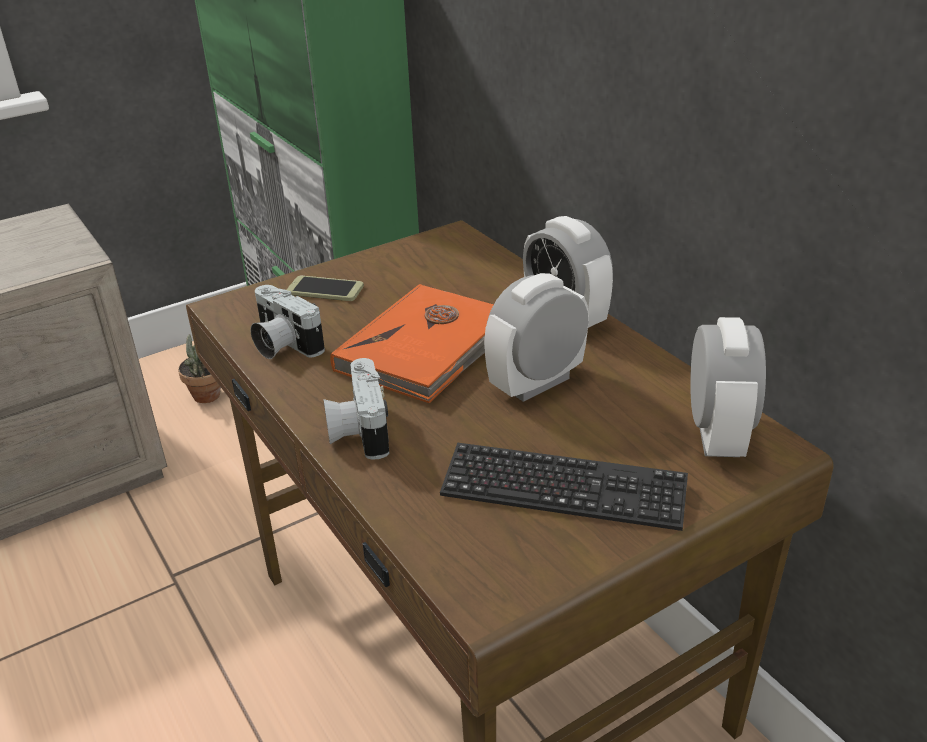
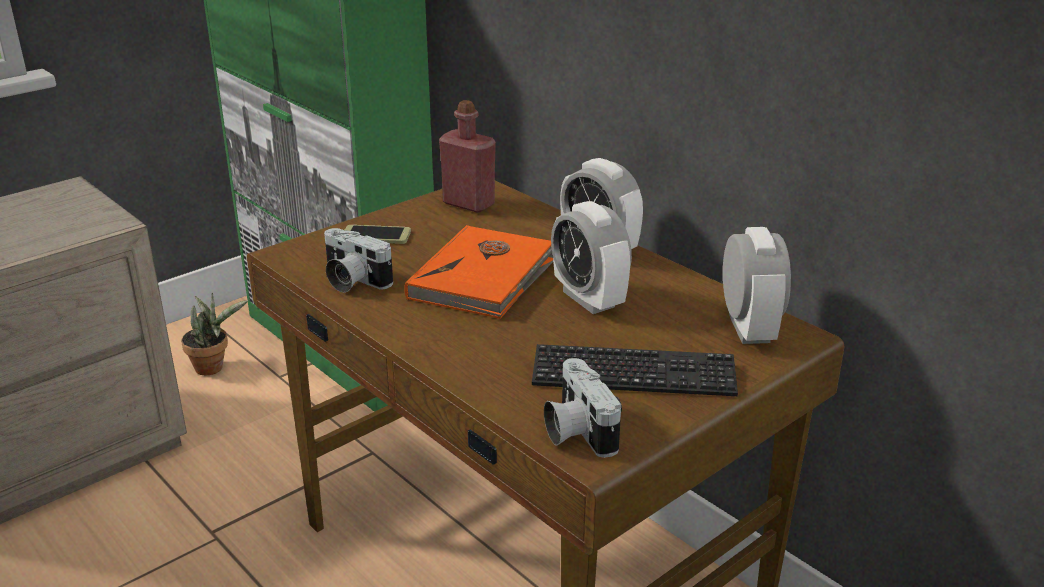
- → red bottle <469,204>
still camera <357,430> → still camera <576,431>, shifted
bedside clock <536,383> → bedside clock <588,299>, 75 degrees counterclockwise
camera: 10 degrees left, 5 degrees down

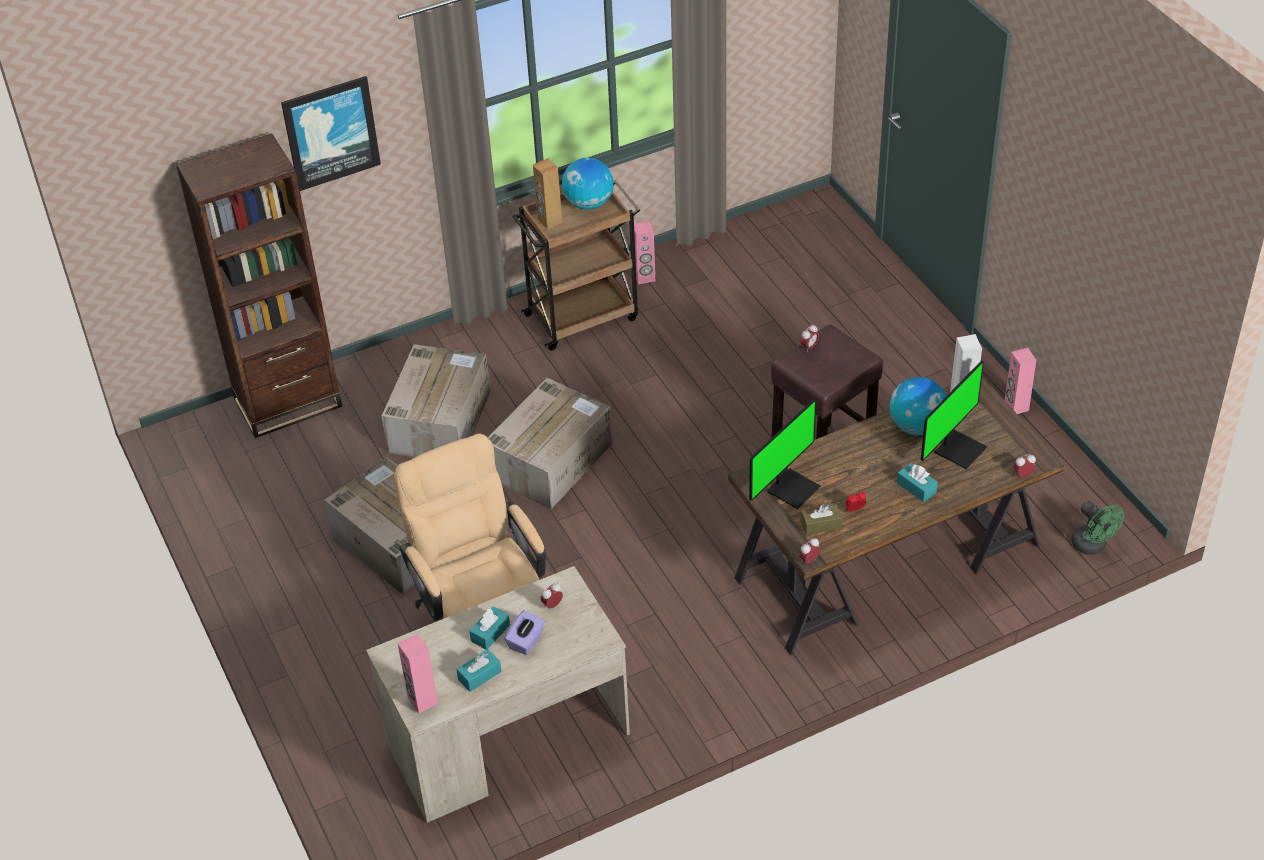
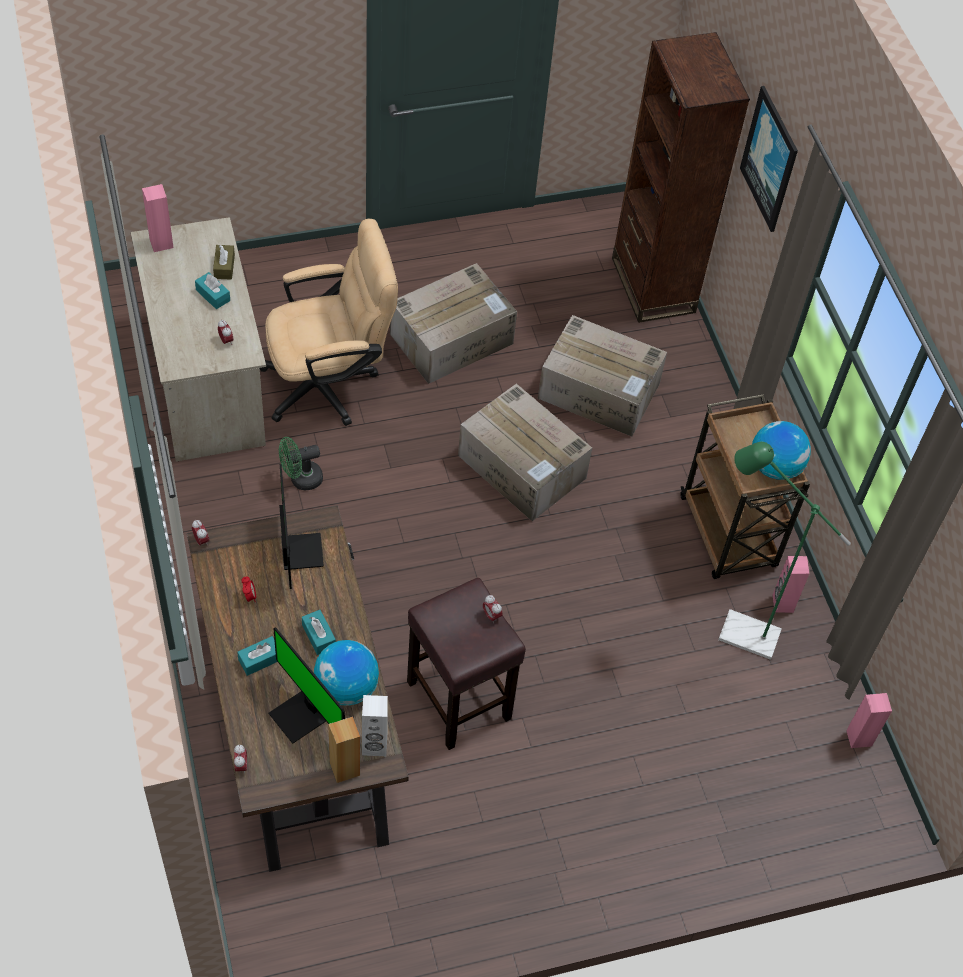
brown-coloured tissue holder <821,524> → brown-coloured tissue holder <224,267>, shifted
green-coloured electric fan <1092,546> → green-coloured electric fan <301,479>, shifted
monitor <791,488> → monitor <299,551>, 150 degrees counterclockwise
blue-green tissue holder <479,675> → blue-green tissue holder <318,636>, shifted
brown-coloured speaker <549,221> → brown-coloured speaker <344,769>, shifted
- → green-coloured floor lamp <738,631>
pink-coloured speaker <1016,406> → pink-coloured speaker <858,738>, shifted
purple-coloured tissue holder <526,641> → -
camera: 95 degrees right, 10 degrees up

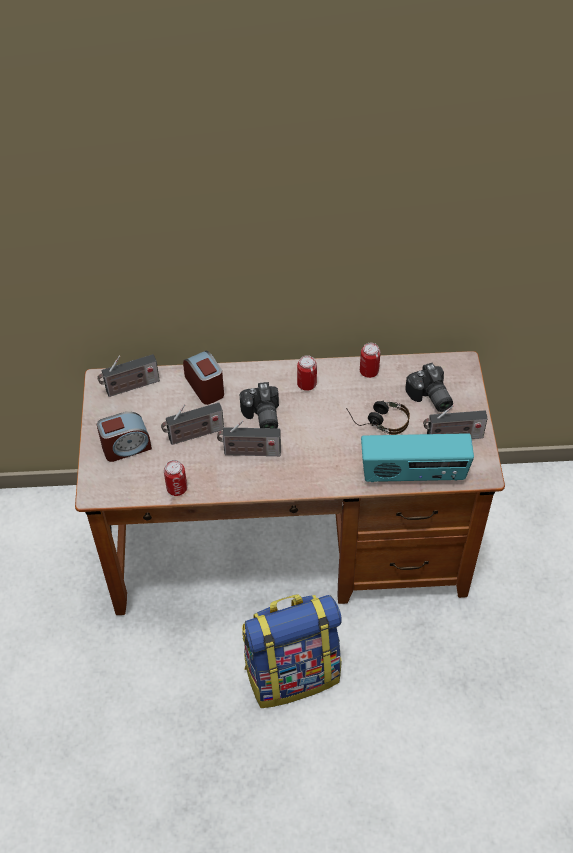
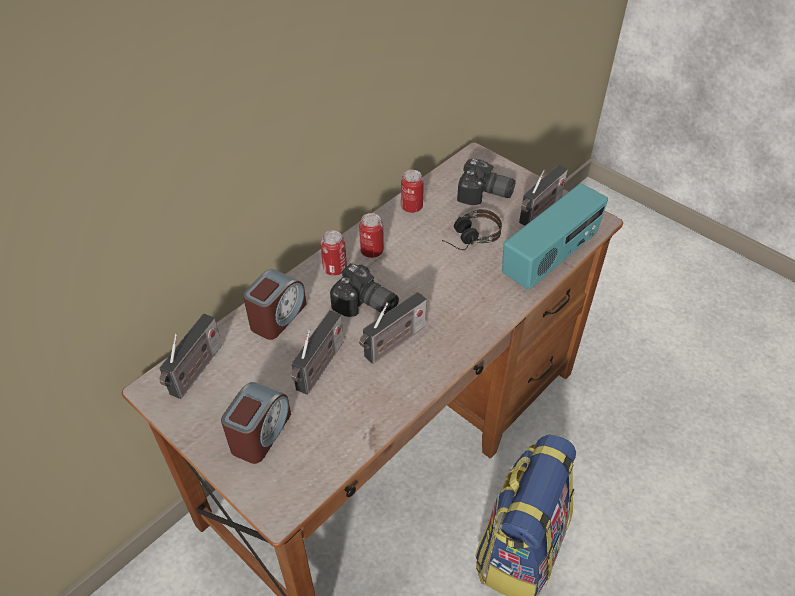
bedside clock <205,386> → bedside clock <277,317>, 105 degrees clockwise
can <177,488> → can <335,268>, shifted
camera: 45 degrees left, 5 degrees down

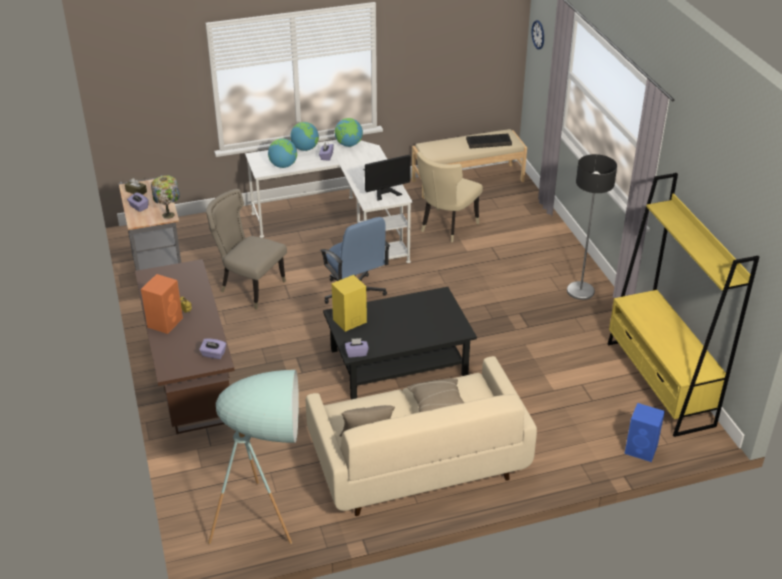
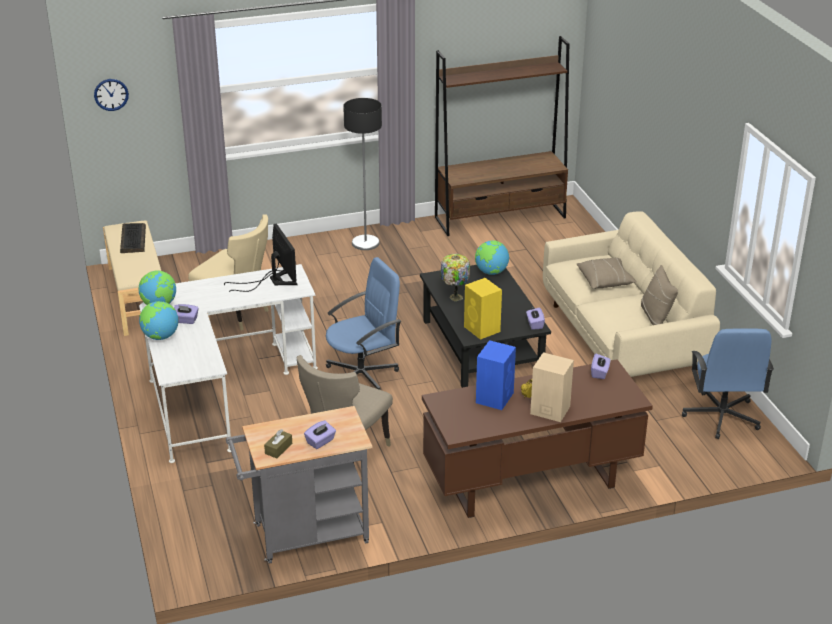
yellow bookshelf <659,384> → brown-coloured bookshelf <500,217>
table lamp <169,214> → table lamp <455,297>, shifted
desk globe <283,165> → desk globe <491,272>, shifted
bluish speaker <641,450> → bluish speaker <495,397>, shifted
orange speaker <165,322> → sand-coloured speaker <549,410>
blue-green floor lamp <270,523> → bluish office chair <721,417>
camera: 90 degrees left, 5 degrees down

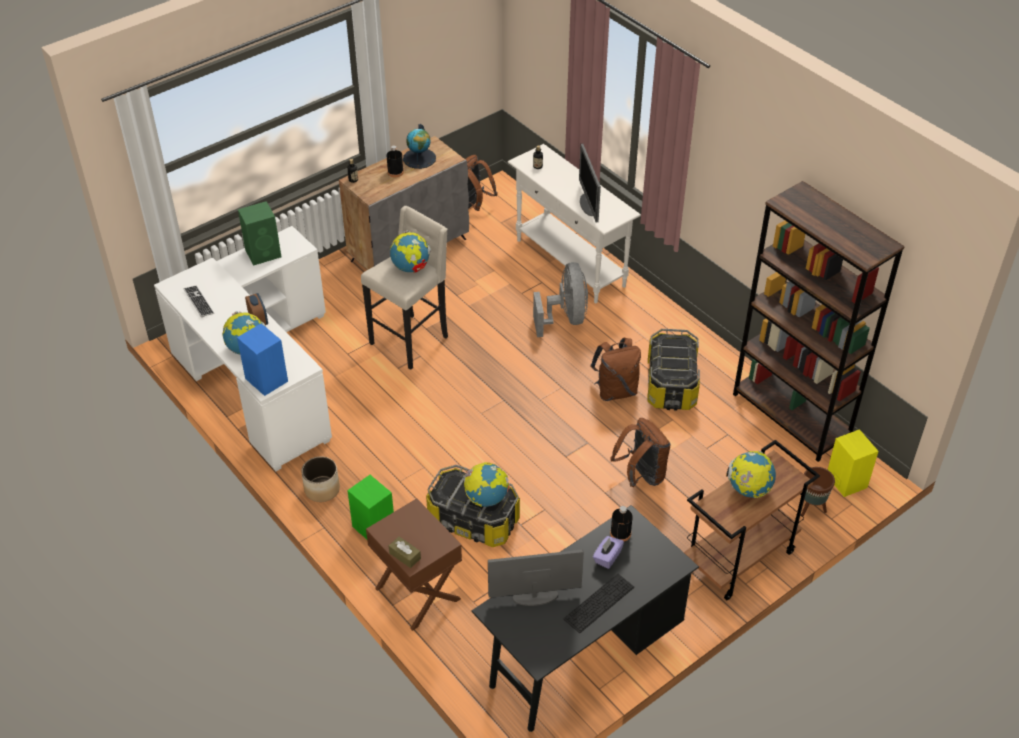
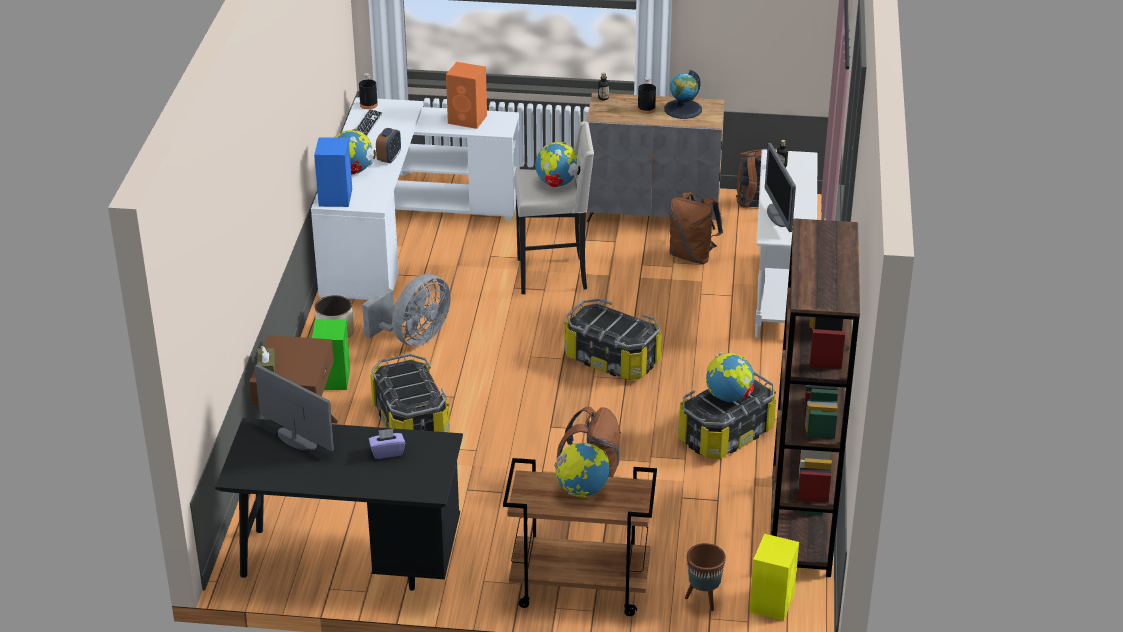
blackish bottle <620,533> → blackish bottle <368,104>, shifted
grey electric fan <565,318> → grey electric fan <413,338>, shifted
green-coloured speaker <264,253> → orange speaker <468,119>
- → storage box <612,360>
brown-coloured knapsack <615,391> → brown-coloured knapsack <692,255>, shifted
desk globe <486,498> → desk globe <729,397>, shifted
monitor <588,205> → monitor <778,216>, 45 degrees counterclockwise
computer keyboard <599,603> → -
camera: 45 degrees right, 10 degrees down

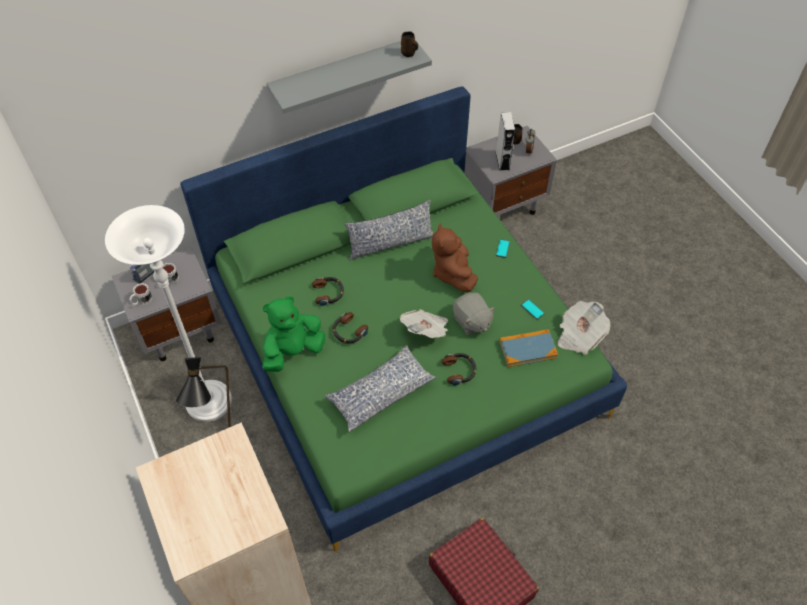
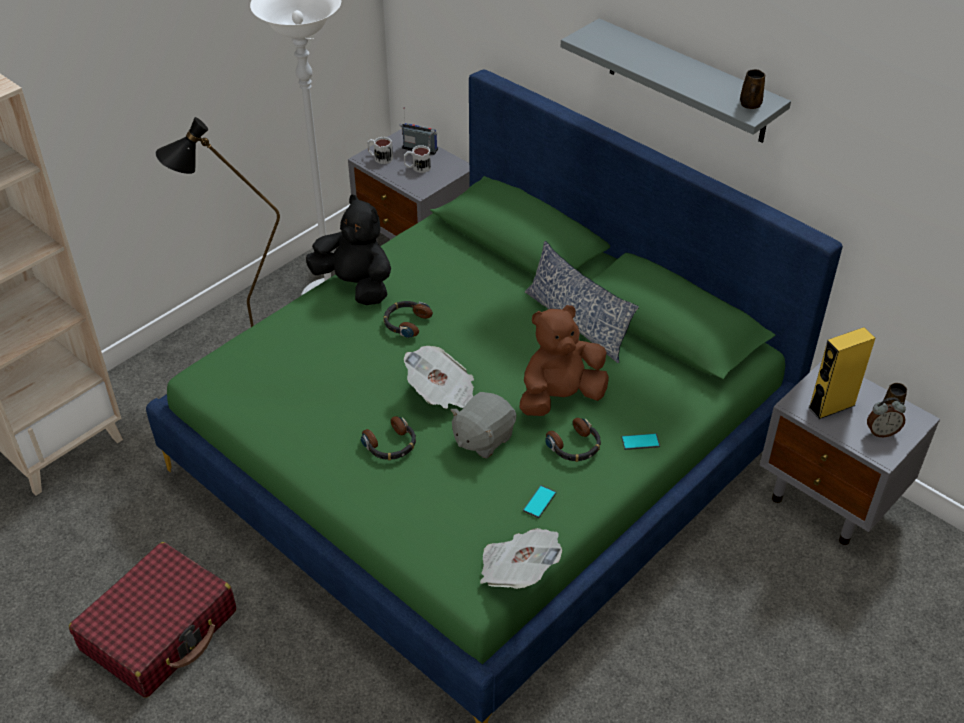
green-coloured cuddly toy <293,351> → blackish cuddly toy <355,285>
headphones <329,293> → headphones <575,446>, shifted
grey speaker <502,161> → yellow speaker <831,406>
cushion <379,393> → -
bound book <527,349> → -
camera: 70 degrees right, 10 degrees down

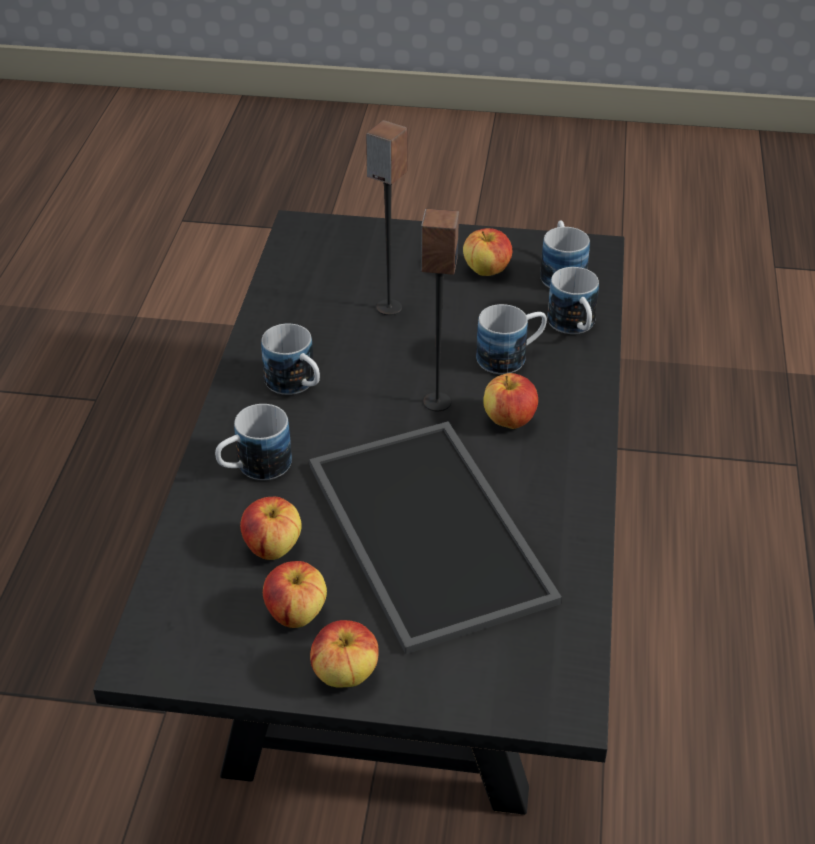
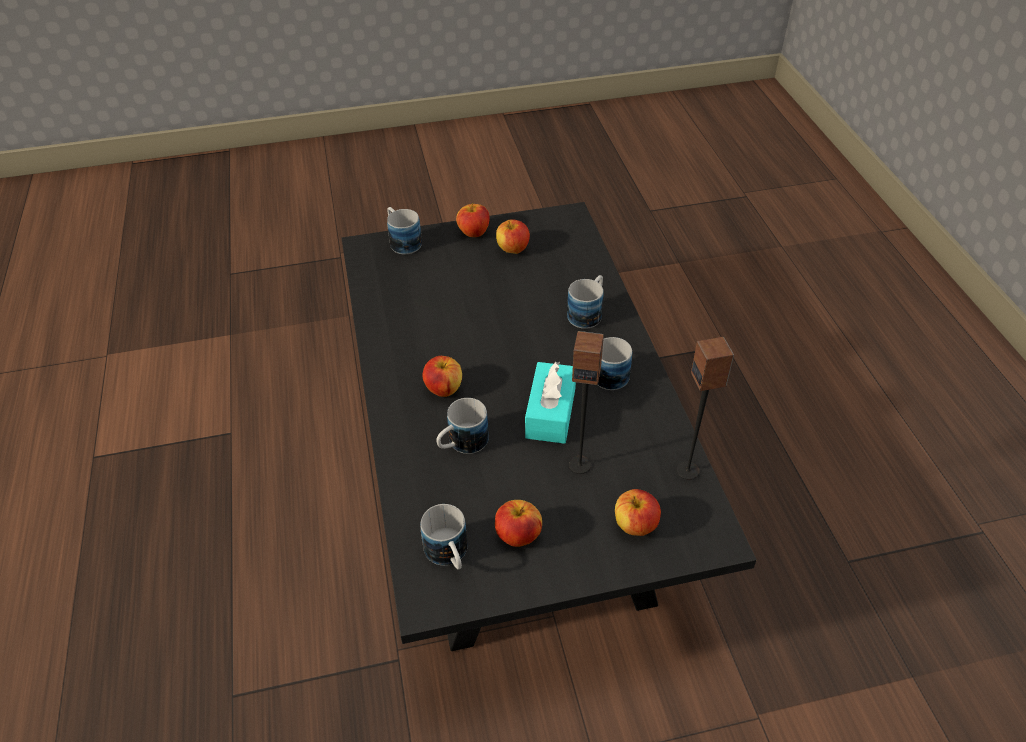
mug <574,327> → mug <402,241>, shifted
- → blue-green tissue holder <550,412>
apple fruit <272,548> → apple fruit <635,525>, shifted
speaker <436,402> → speaker <688,470>, shifted
tray <423,530> → -
camera: 160 degrees right, 5 degrees up

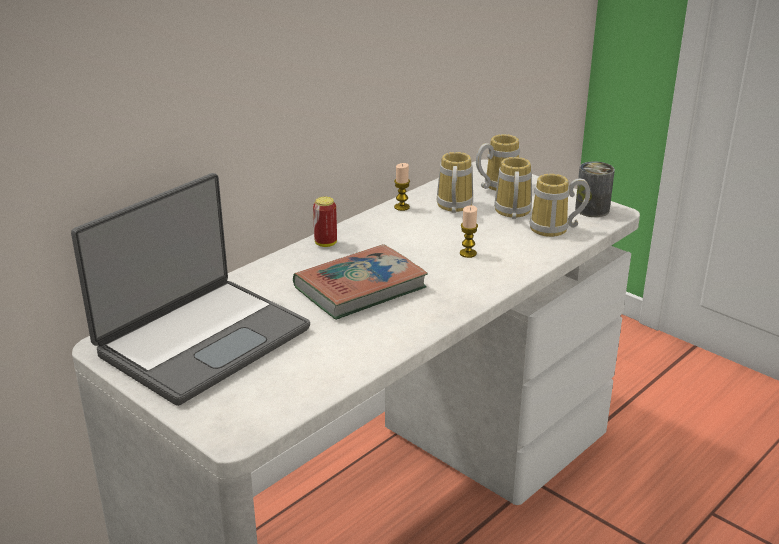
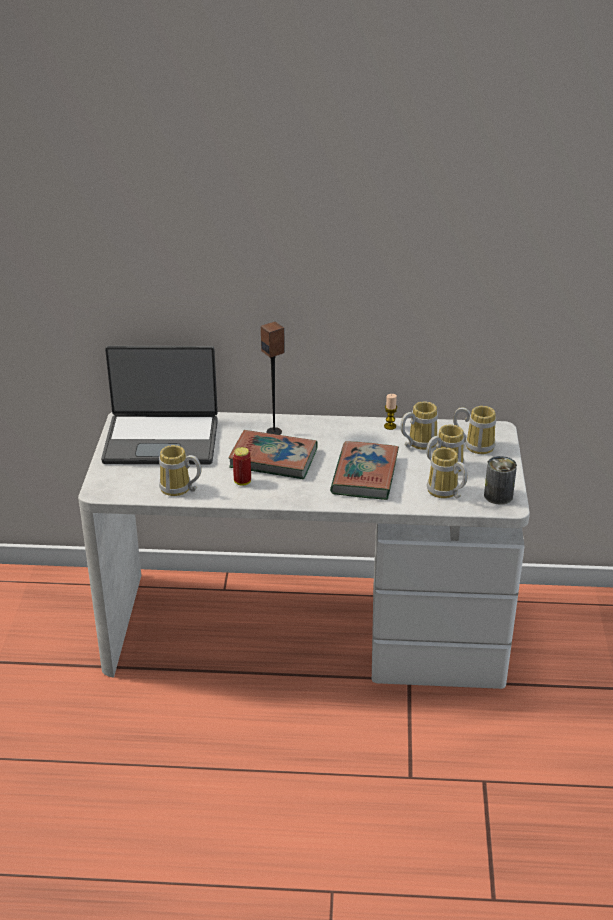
- → mug <178,490>
can <326,243> → can <242,482>, shifted
- → speaker <274,432>
wax candle <468,253> → bound book <365,475>
camera: 50 degrees right, 5 degrees up

